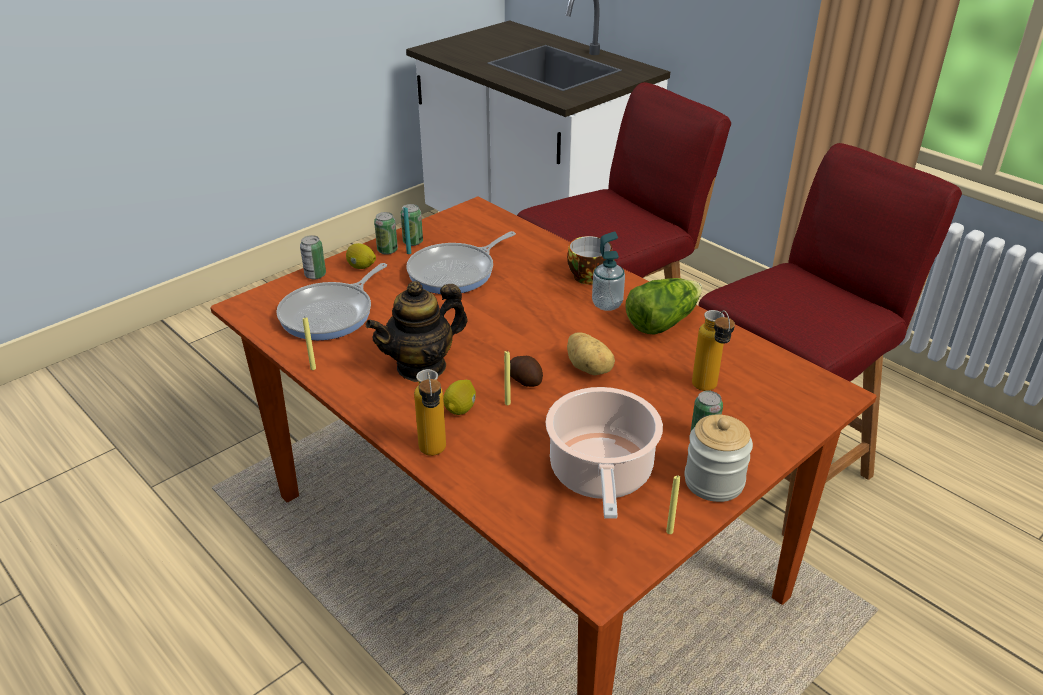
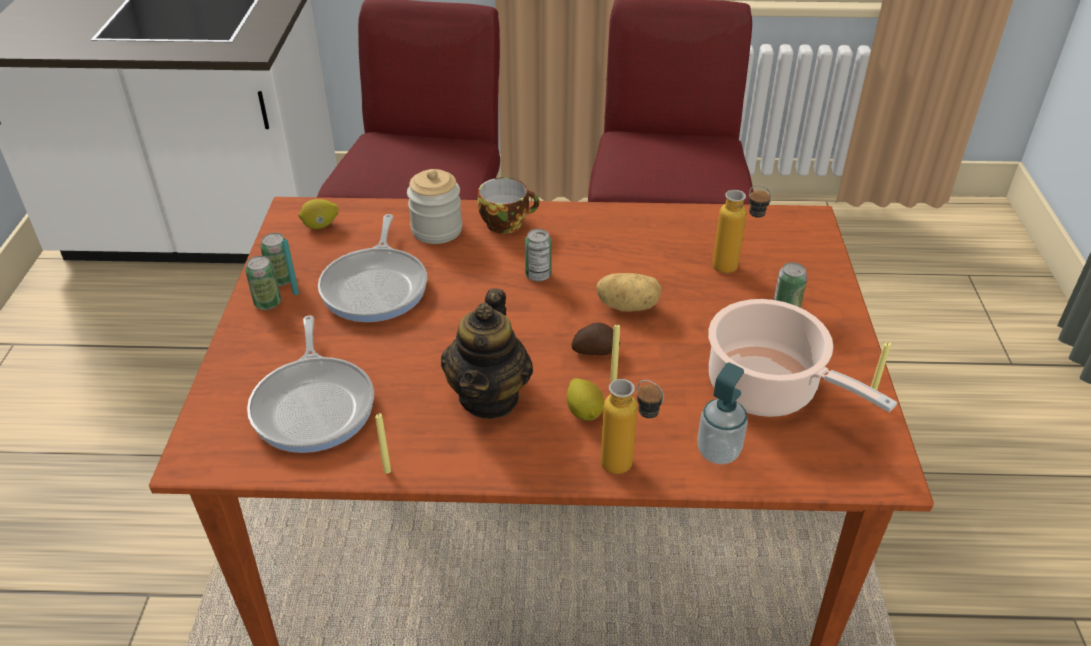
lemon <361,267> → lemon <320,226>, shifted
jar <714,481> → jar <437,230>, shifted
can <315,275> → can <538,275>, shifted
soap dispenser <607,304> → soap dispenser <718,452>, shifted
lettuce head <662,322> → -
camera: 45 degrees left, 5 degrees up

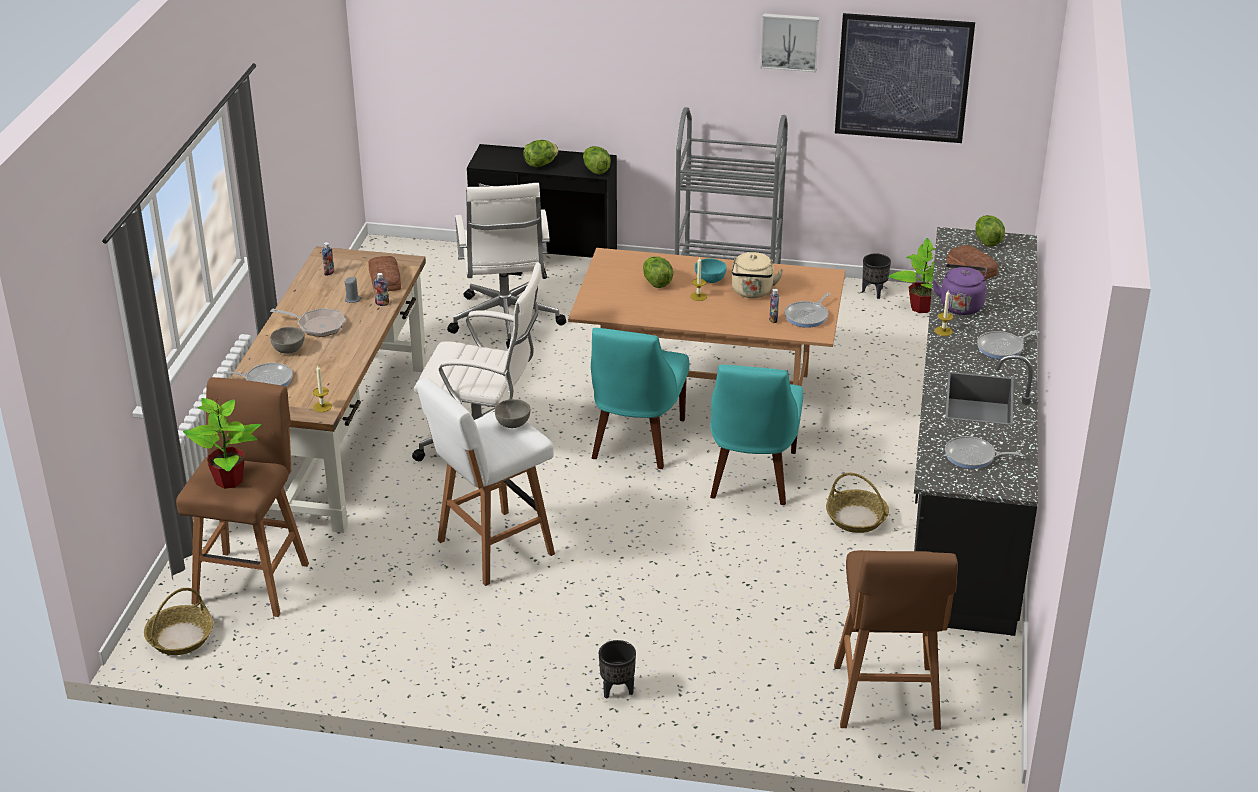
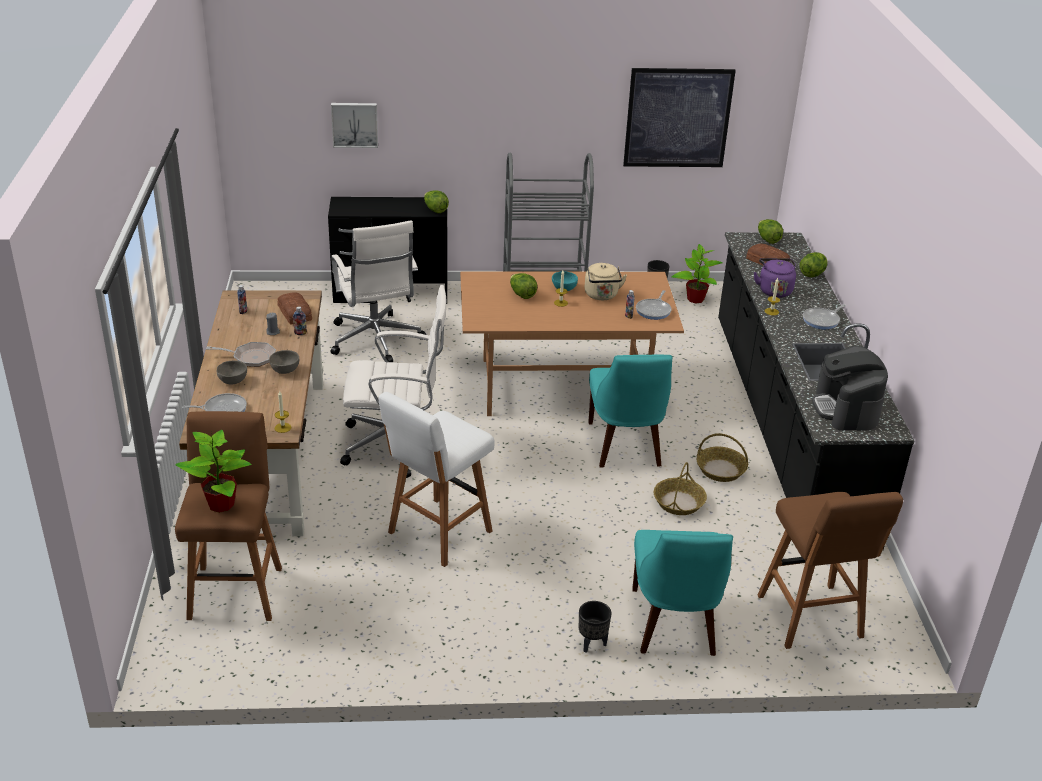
grey bowl <512,424> → grey bowl <284,370>, shifted
wall art <790,41> → wall art <354,124>, shifted
blue-green plain chair <636,442> → blue-green plain chair <674,625>, shifted
household basket <180,637> → household basket <678,502>, shifted
lettuce head <540,164> → lettuce head <812,274>, shifted
pan <973,456> → coffee maker <846,409>
camera: 15 degrees left, 0 degrees up

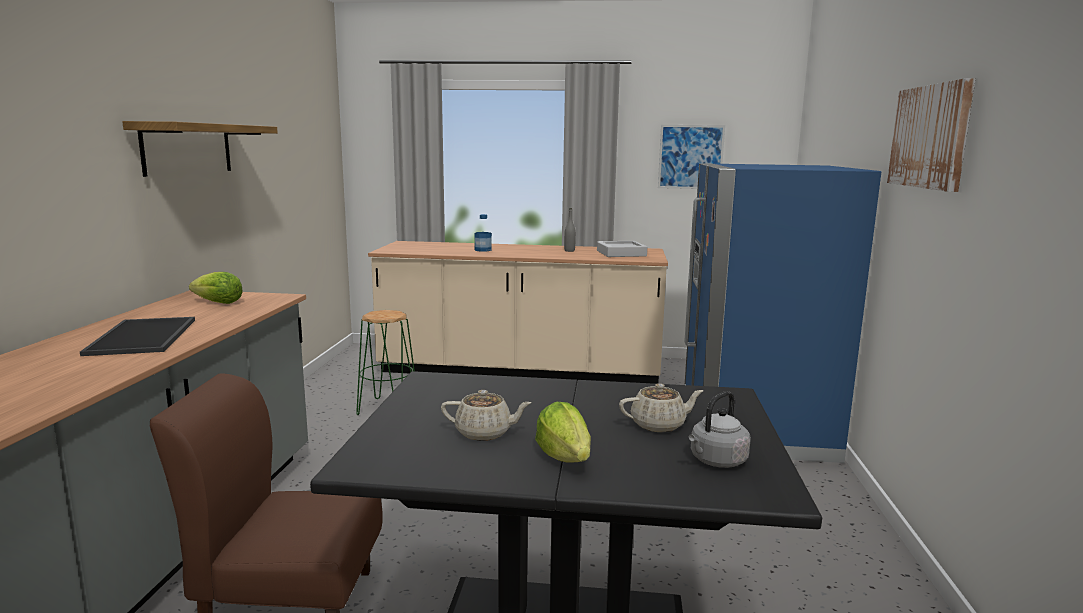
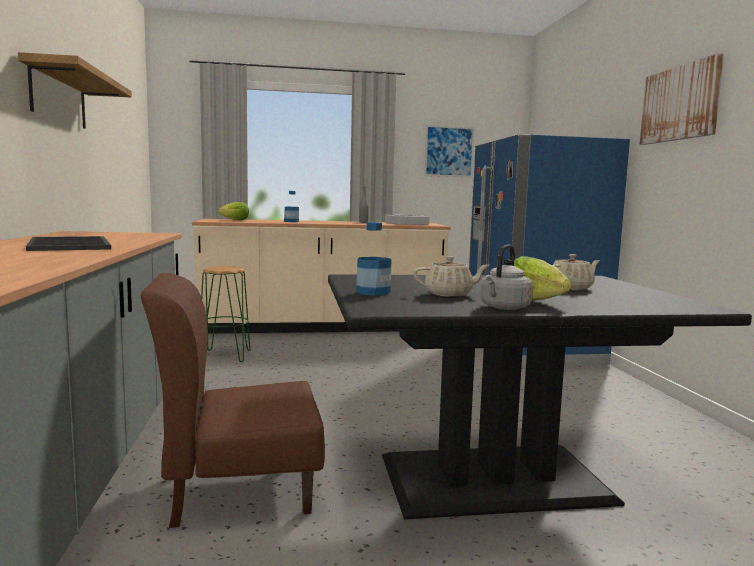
lettuce head <218,303> → lettuce head <235,220>, shifted
- → bottle <373,292>
grey tea kettle <716,461> → grey tea kettle <504,308>, shifted
camera: 15 degrees left, 5 degrees down

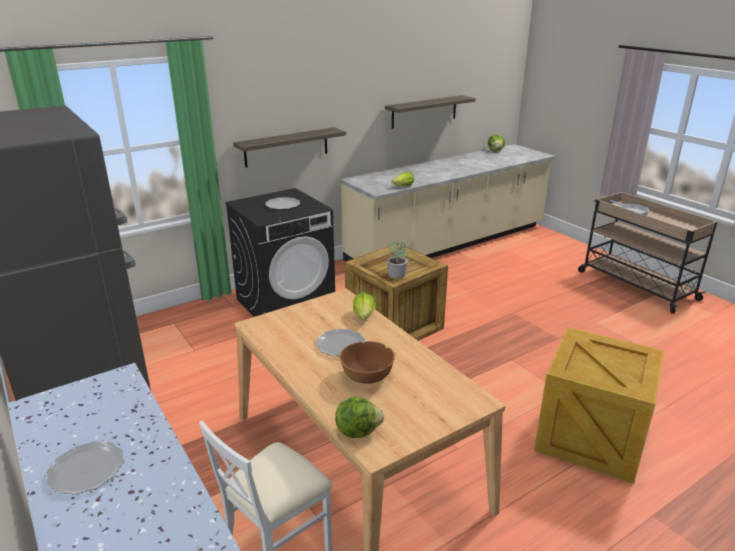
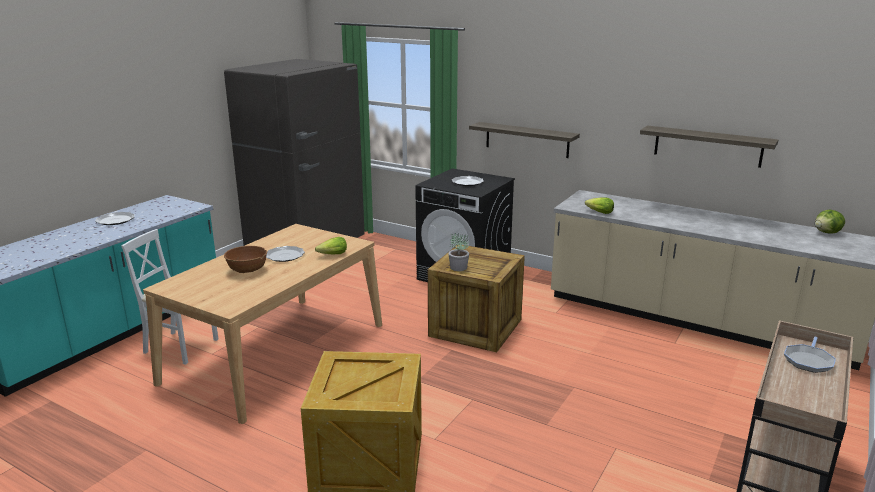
lettuce head <357,430> → -
camera: 65 degrees right, 5 degrees down

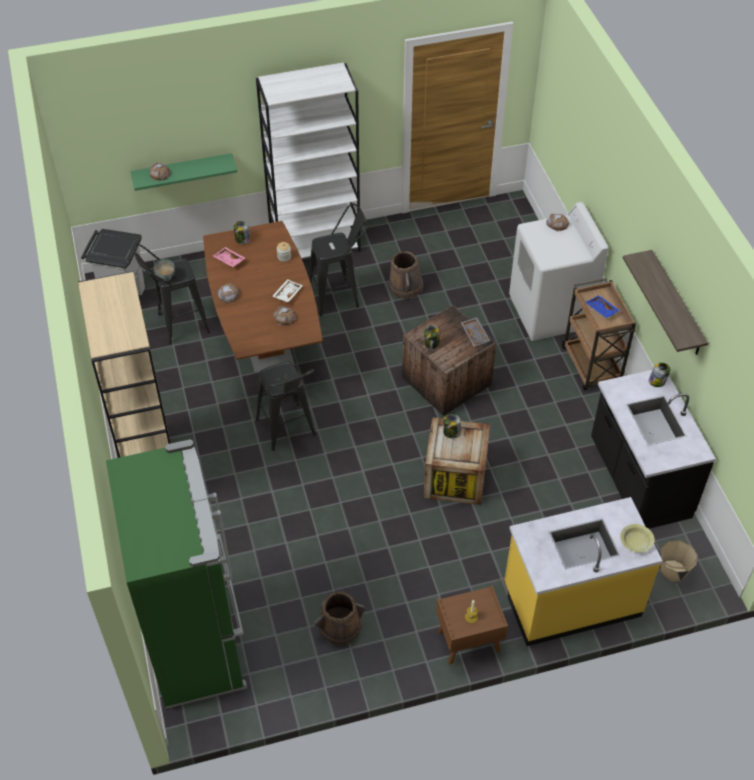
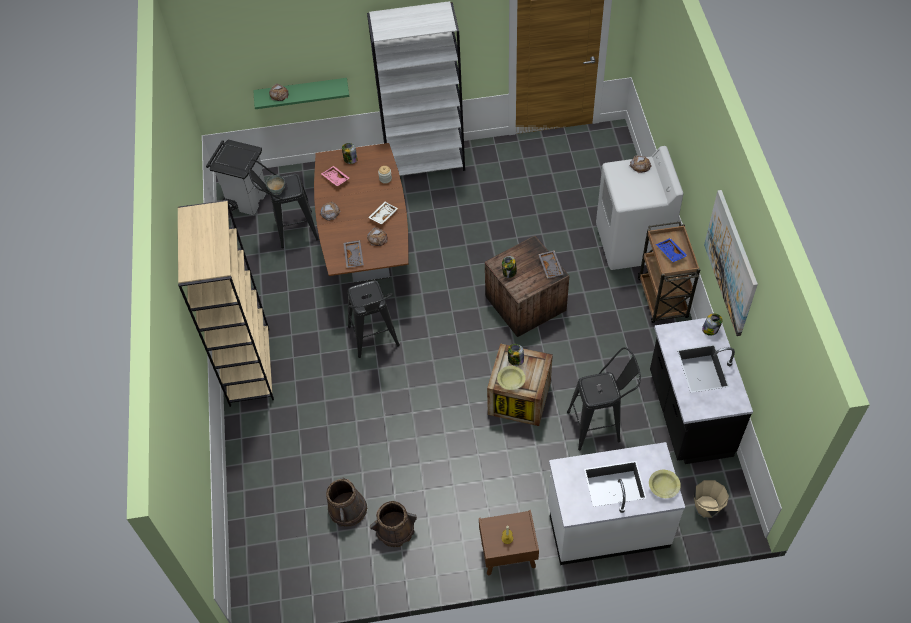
brown-coloured pail <405,287> → brown-coloured pail <347,509>, shifted
- → grey tray <354,256>
- → yellow bowl <511,380>
yellow counter <571,600> → white-coloured counter <607,525>
blackish sitting stool <339,296> → blackish sitting stool <600,425>, shifted
bracket shelf <676,304> → wall art <731,263>
green-coloured refrigerator <197,642> → -
camera: 10 degrees right, 5 degrees up

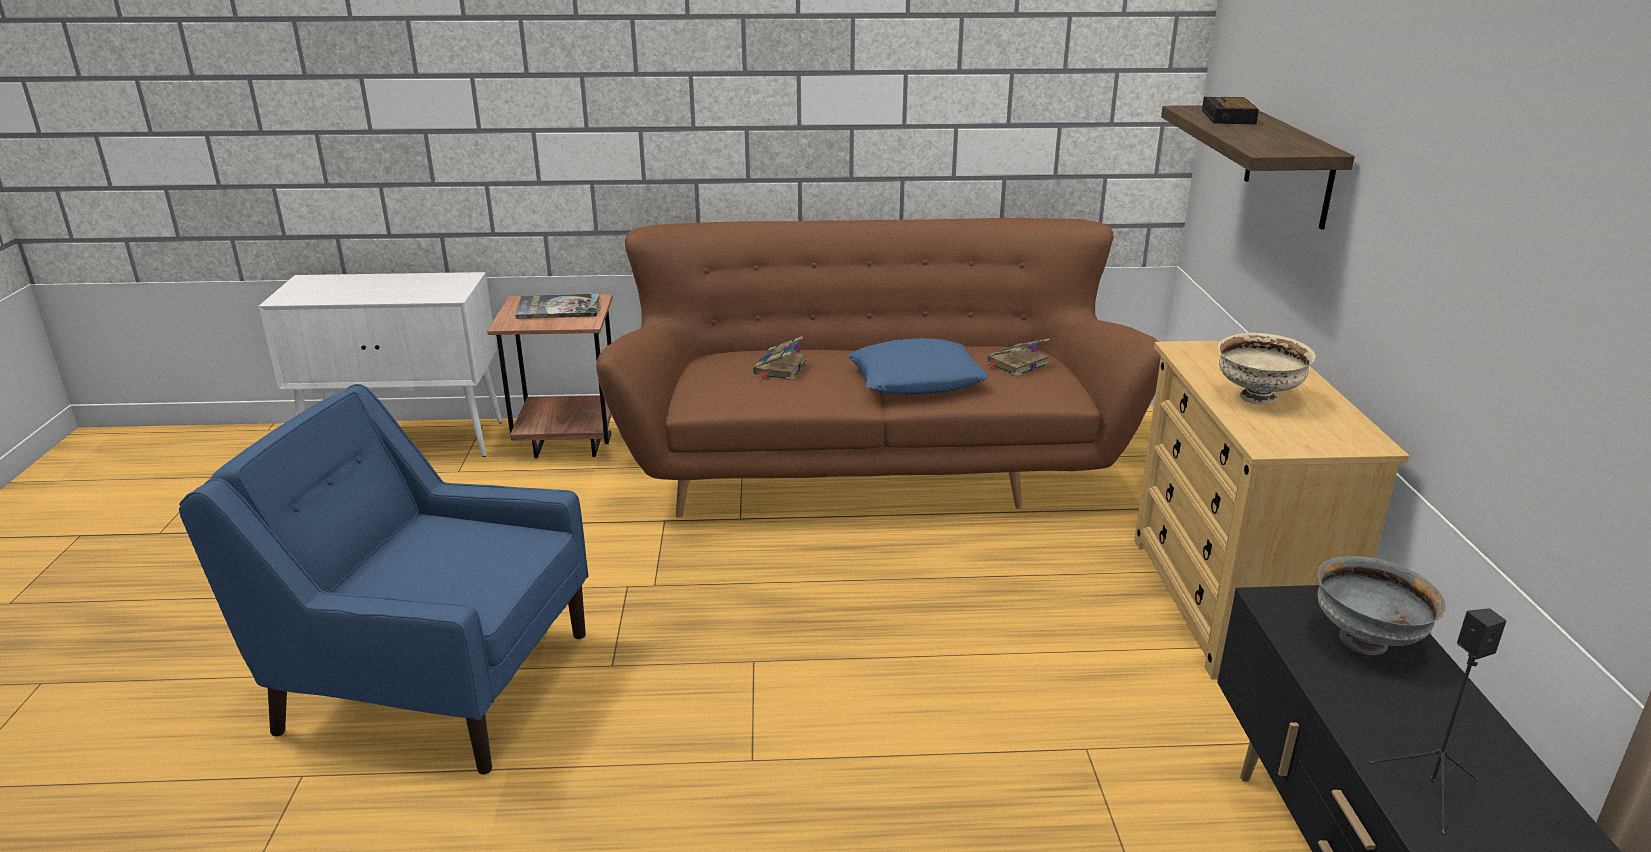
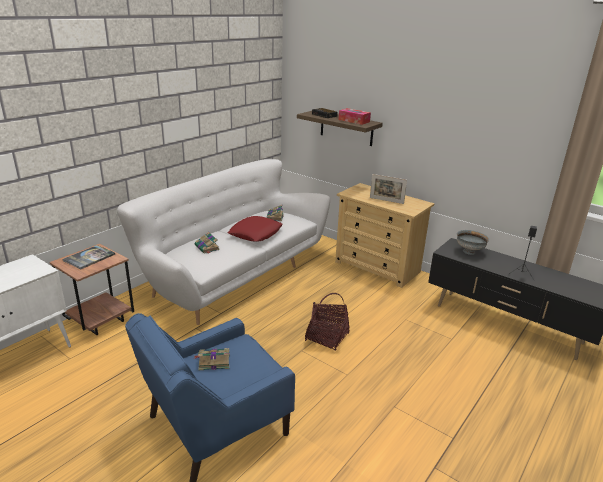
brown-coloured settee <872,467> → white-coloured settee <233,275>
- → bound book <213,361>
bluish cushion <917,379> → red cushion <255,233>
- → household basket <327,337>
- → tissue holder <354,121>
sand-coloured bowl <1258,398> → standing frame <386,200>
camera: 50 degrees left, 0 degrees up

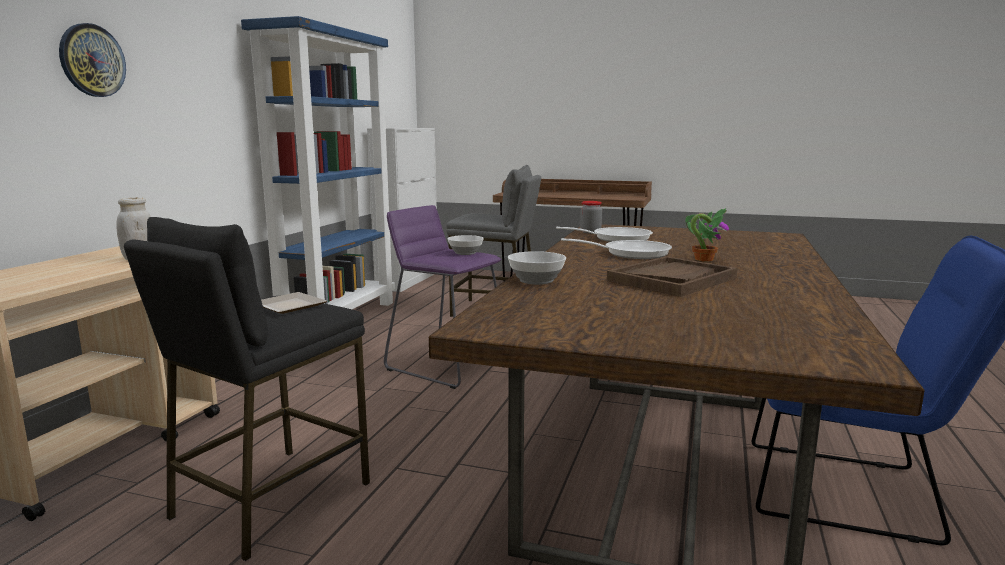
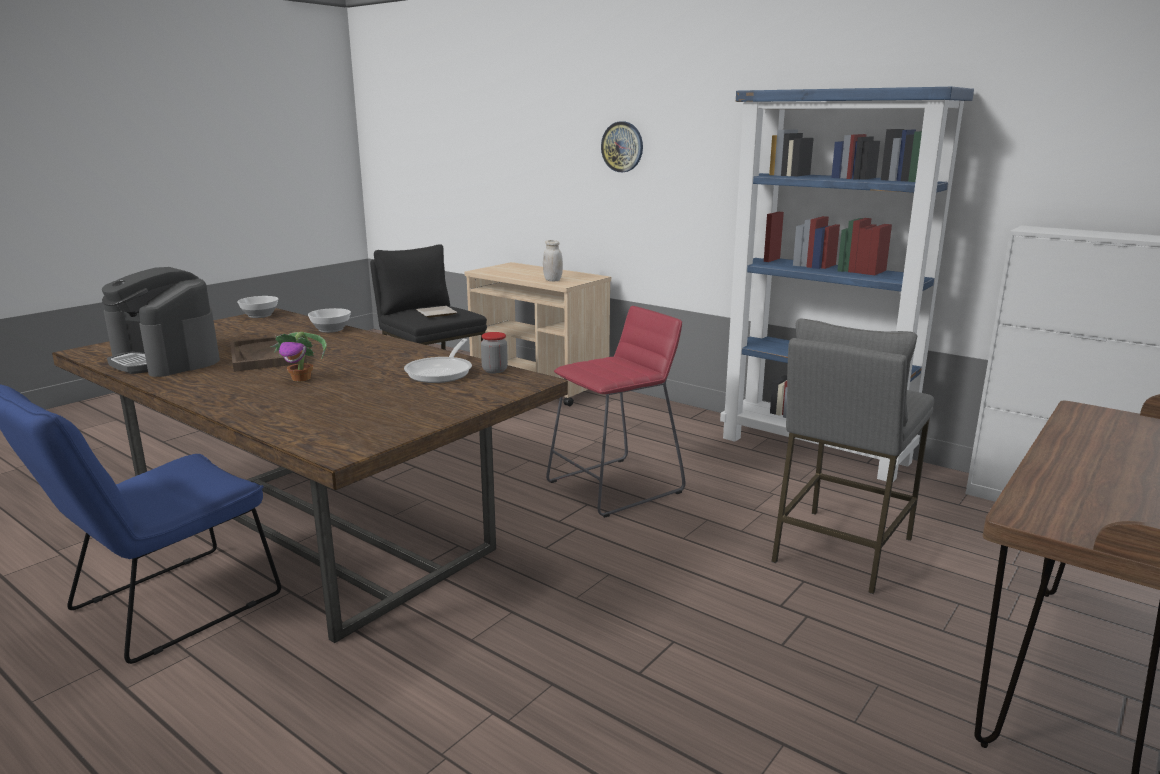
- → coffee maker <166,360>
bowl <465,253> → bowl <259,315>, shifted
purple-coloured sitting stool <447,365> → red sitting stool <615,487>
pan <630,253> → -
camera: 110 degrees right, 5 degrees up

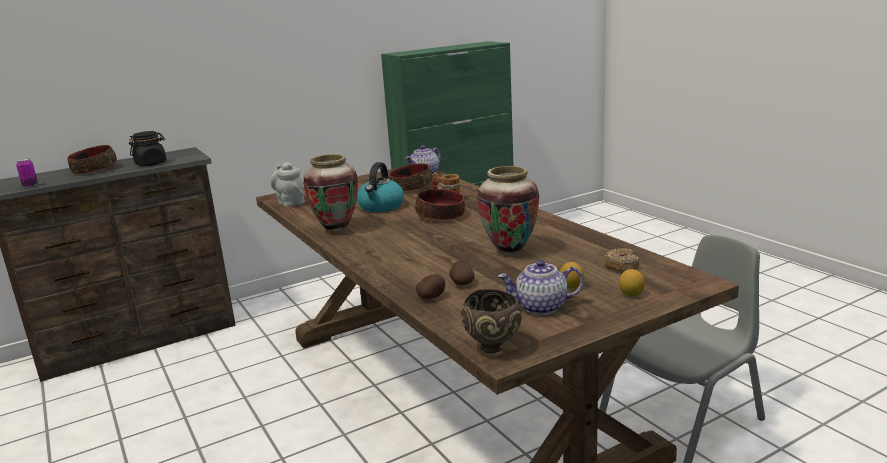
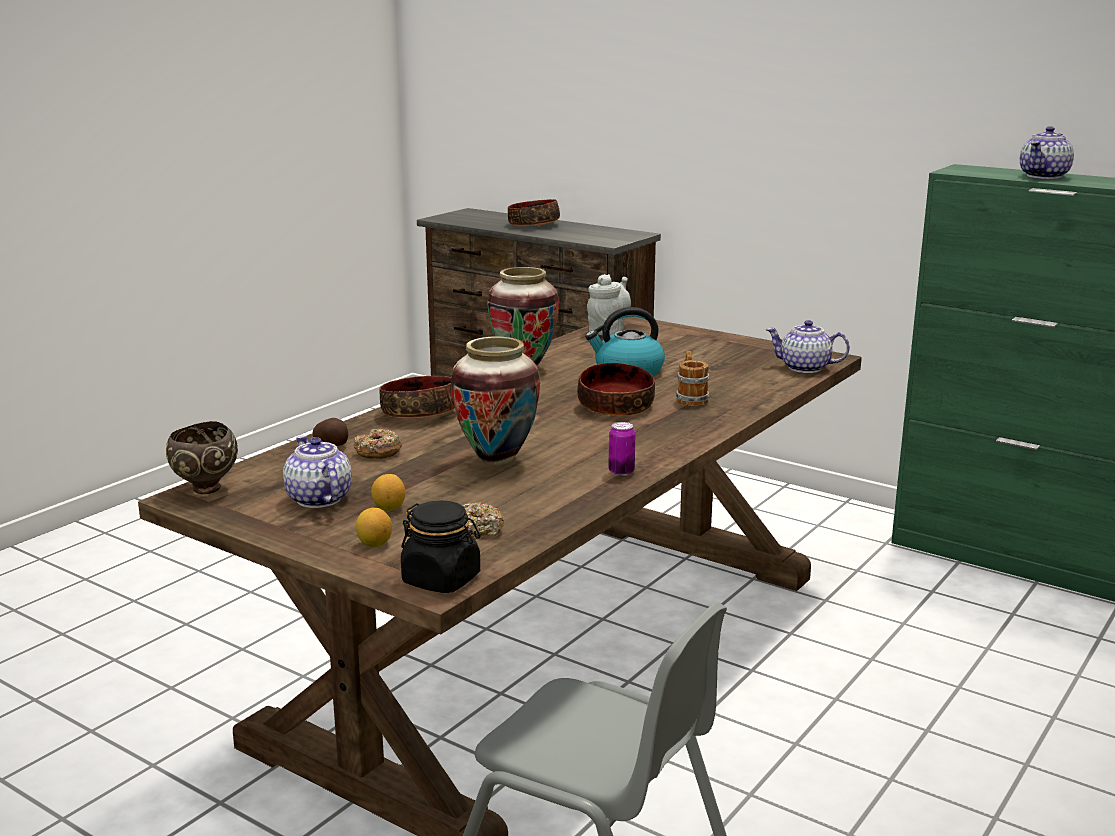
whole potato <461,283> → doughnut <378,452>
bowl <411,187> → bowl <420,413>, shifted
blackish jar <151,163> → blackish jar <442,579>, shifted
can <30,186> → can <621,472>, shifted
- → teapot <1044,176>
camera: 65 degrees right, 0 degrees up

